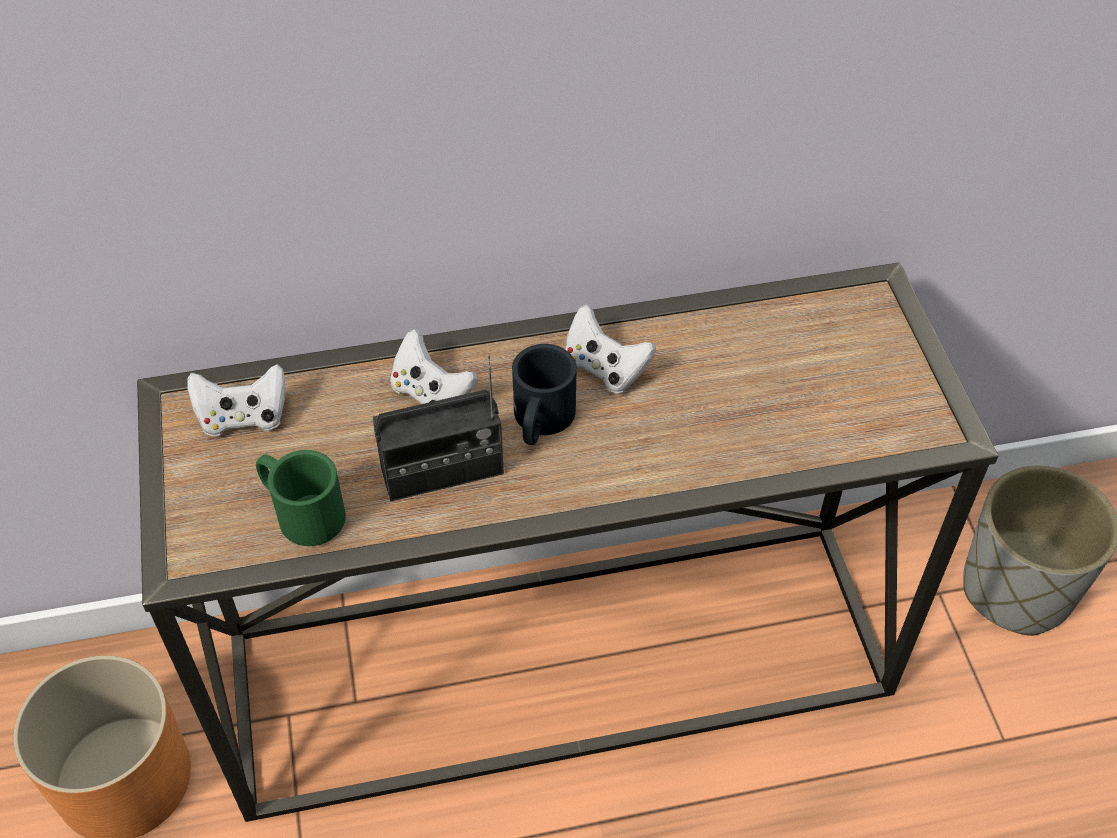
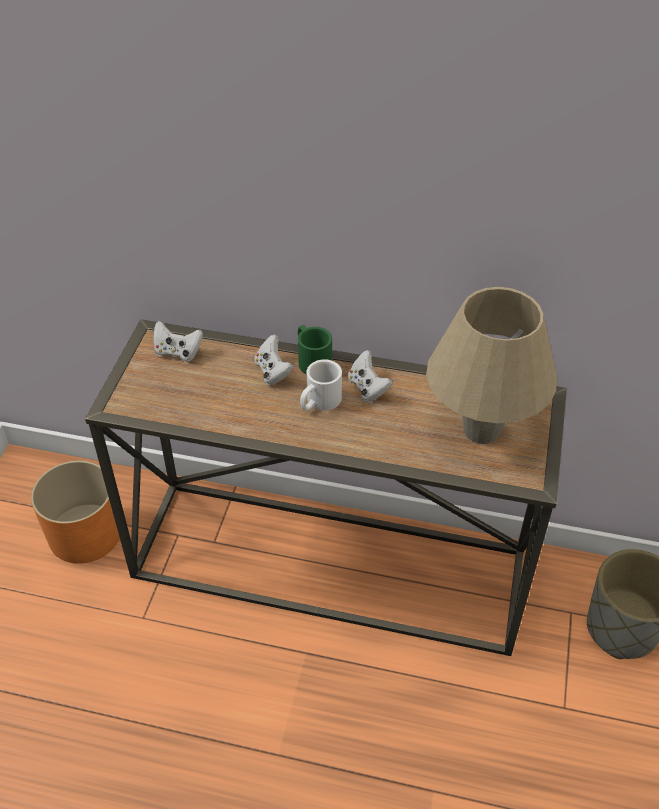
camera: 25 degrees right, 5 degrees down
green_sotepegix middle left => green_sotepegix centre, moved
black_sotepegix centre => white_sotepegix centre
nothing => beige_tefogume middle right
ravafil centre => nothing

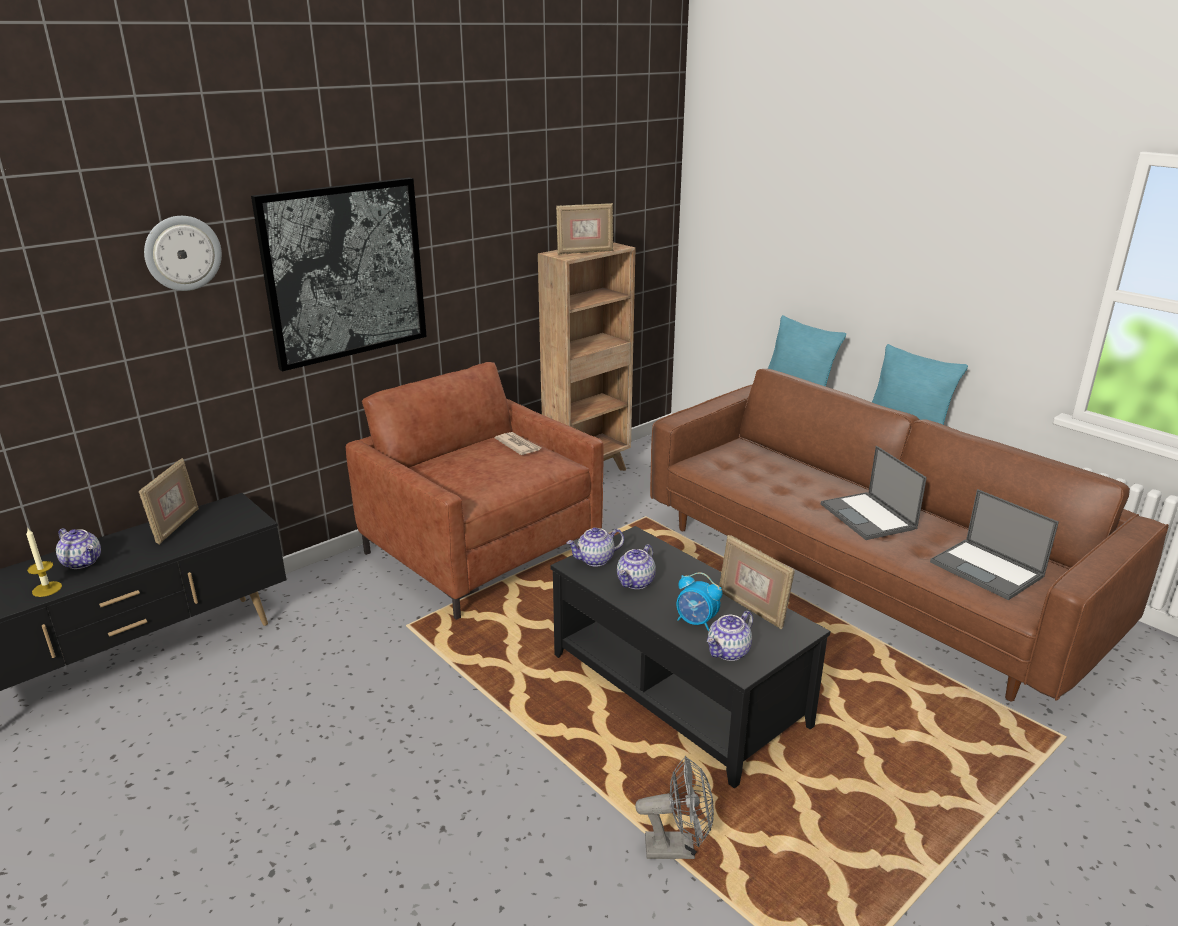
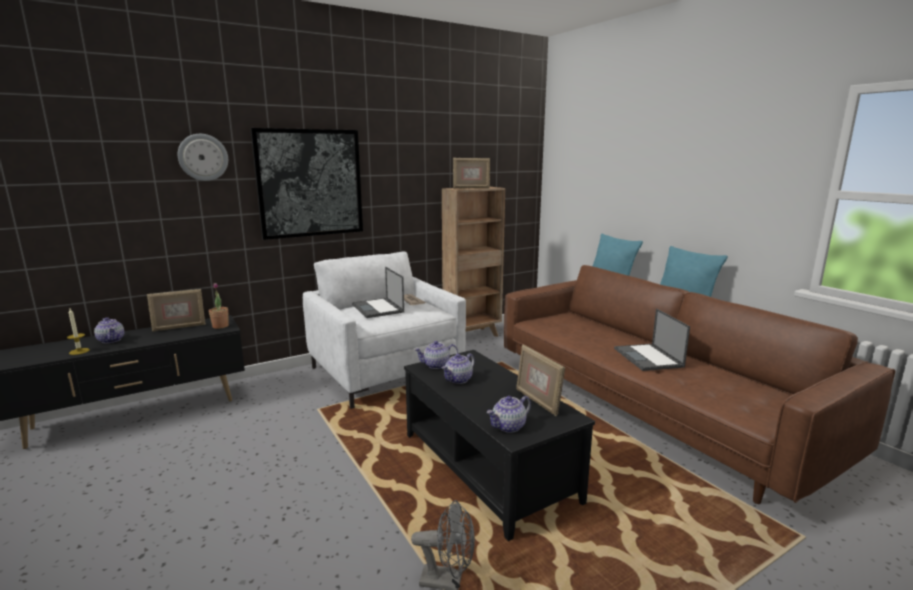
camera: 10 degrees right, 10 degrees down
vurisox (1st from left) middle left, 45 degrees clockwise
nothing => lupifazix middle left
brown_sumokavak centre => white_sumokavak centre
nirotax (2nd from left in the first image) middle right => nirotax (1st from left) centre, moved
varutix centre => nothing

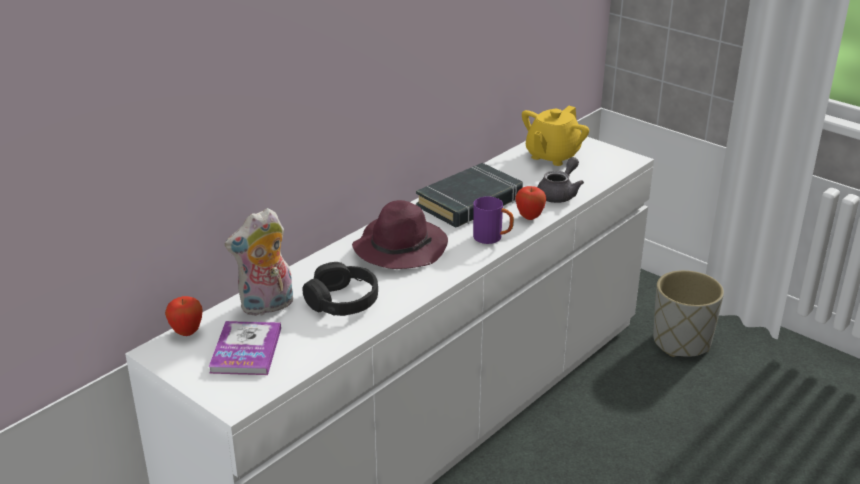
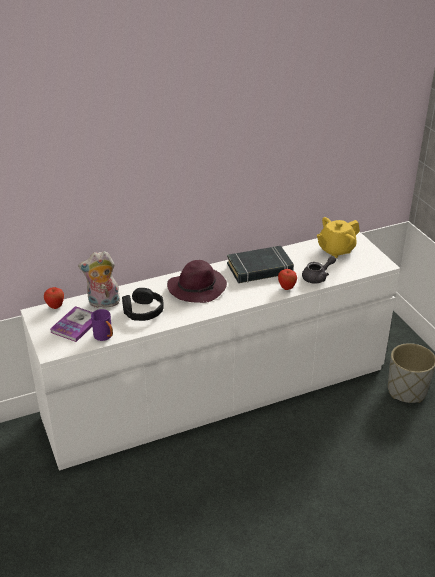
camera: 25 degrees right, 5 degrees up
purple_sotepegix centre => purple_sotepegix middle left, moved

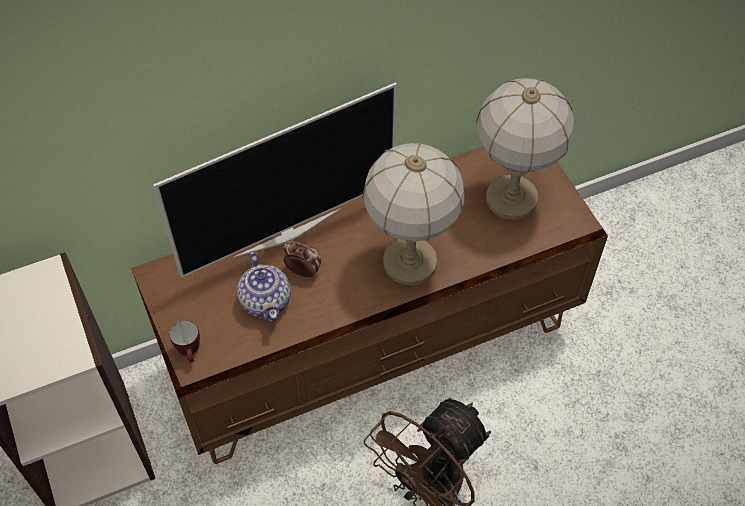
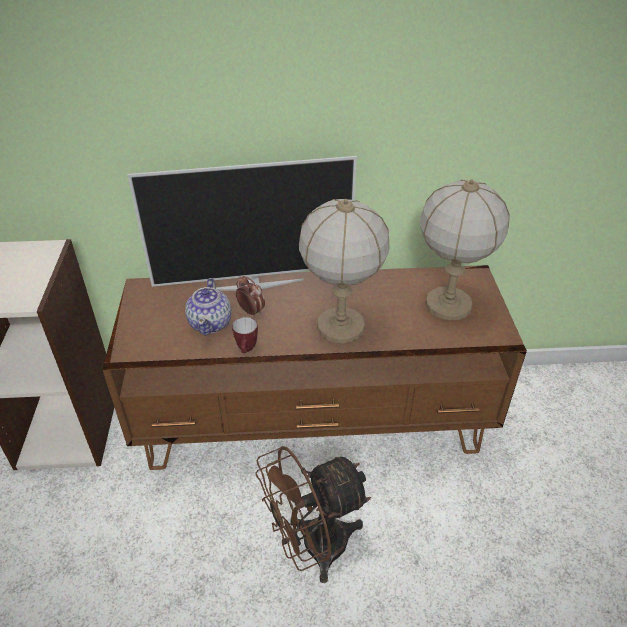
camera: 20 degrees right, 15 degrees down
sotepegix bottom left => sotepegix centre, moved

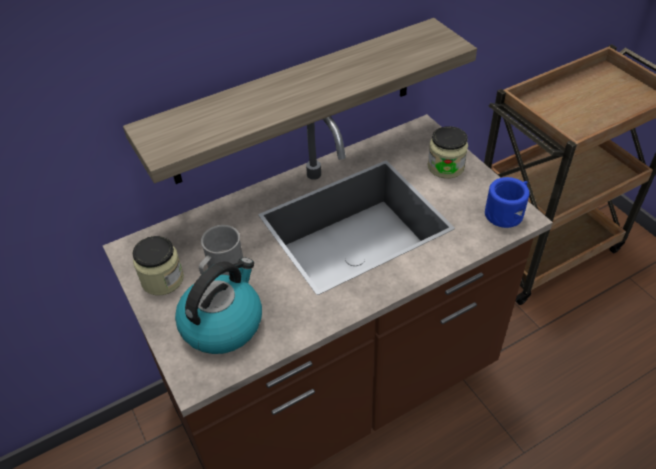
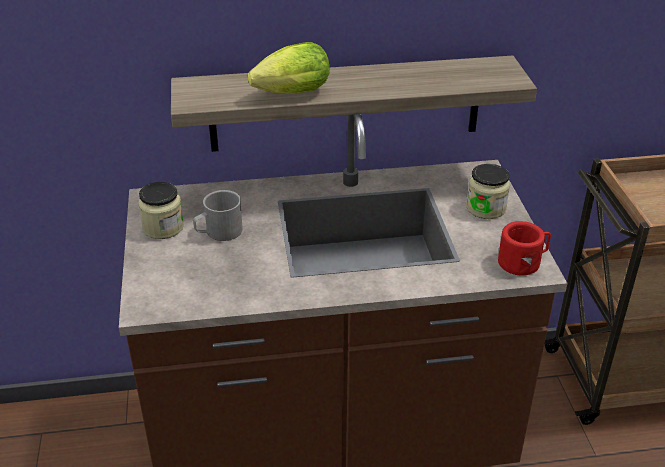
camera: 20 degrees right, 10 degrees down
nothing => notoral top centre
blue_sotepegix middle right => red_sotepegix middle right
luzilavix middle left => nothing

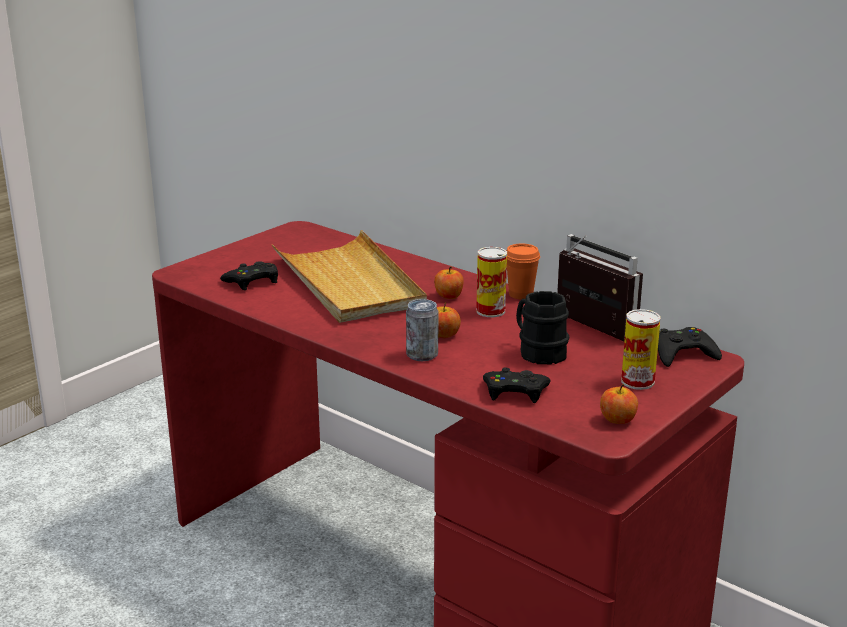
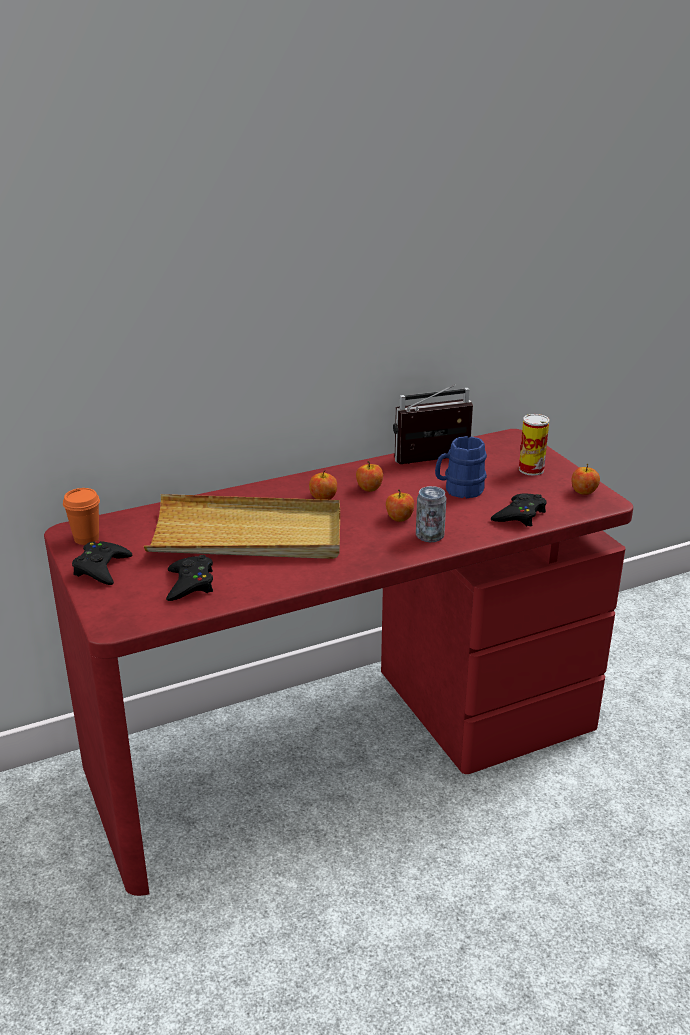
camera: 65 degrees left, 5 degrees up
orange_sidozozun centre => orange_sidozozun middle left, moved
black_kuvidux (3rd from left in the first image) middle right => black_kuvidux (1st from left) middle left, moved
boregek (2nd from left) centre => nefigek (2nd from left) centre
black_sotepegix centre => blue_sotepegix middle right

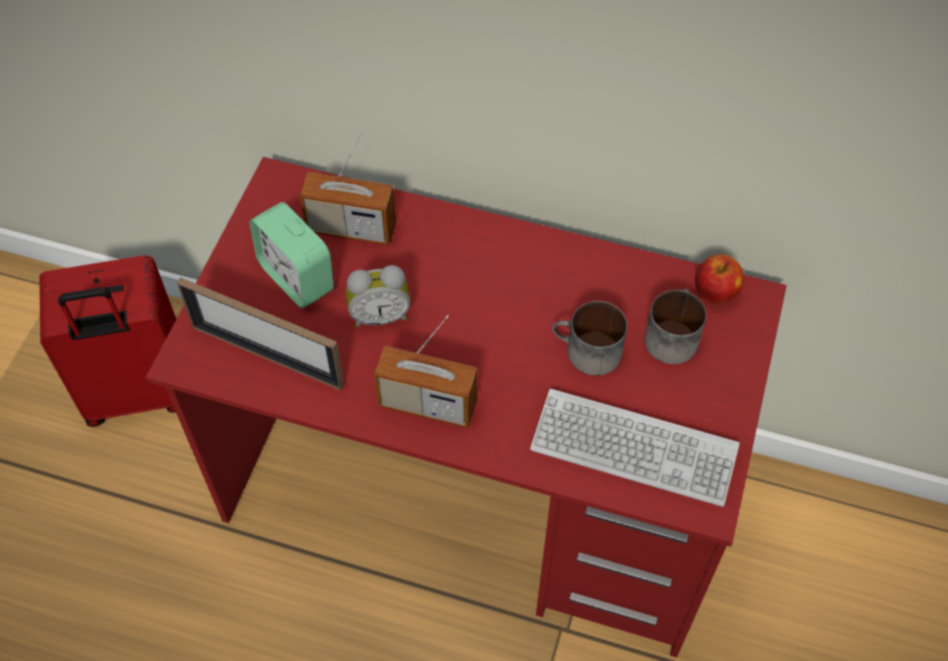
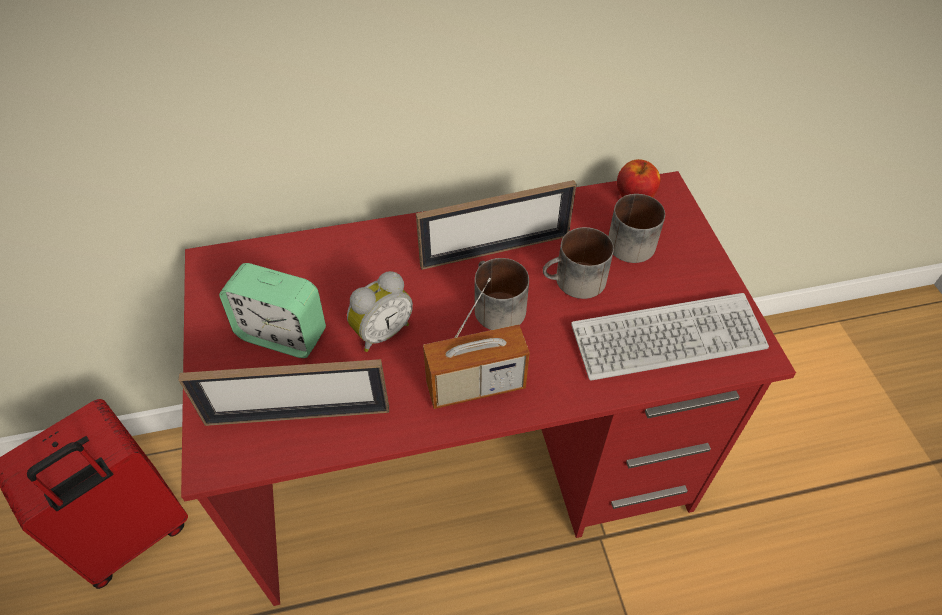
camera: 30 degrees left, 5 degrees down
nothing => vurisox (2nd from left) centre
nothing => sotepegix (1st from left) centre
ravafil (1st from left) top centre => nothing

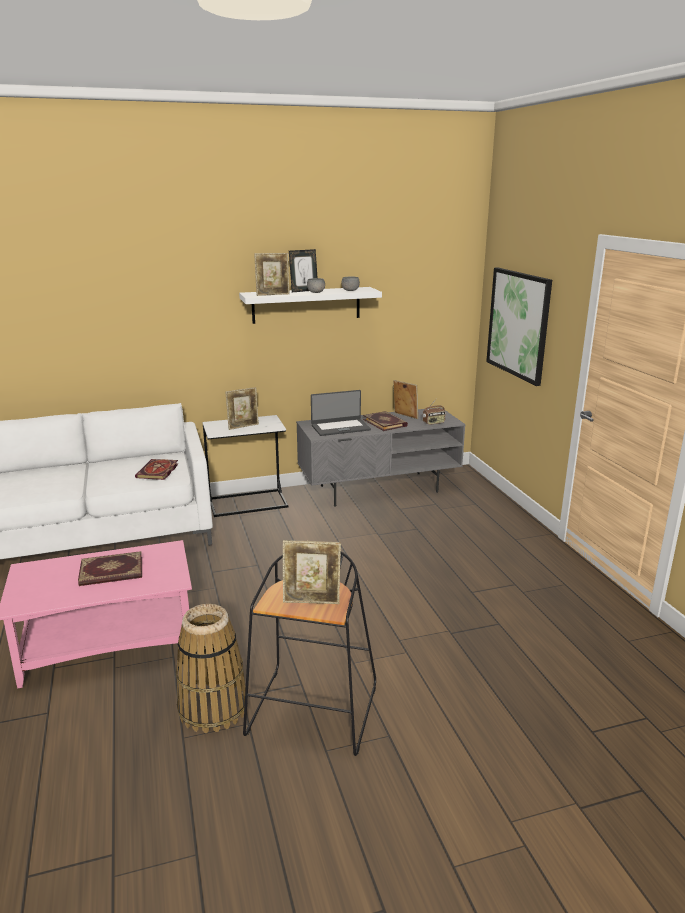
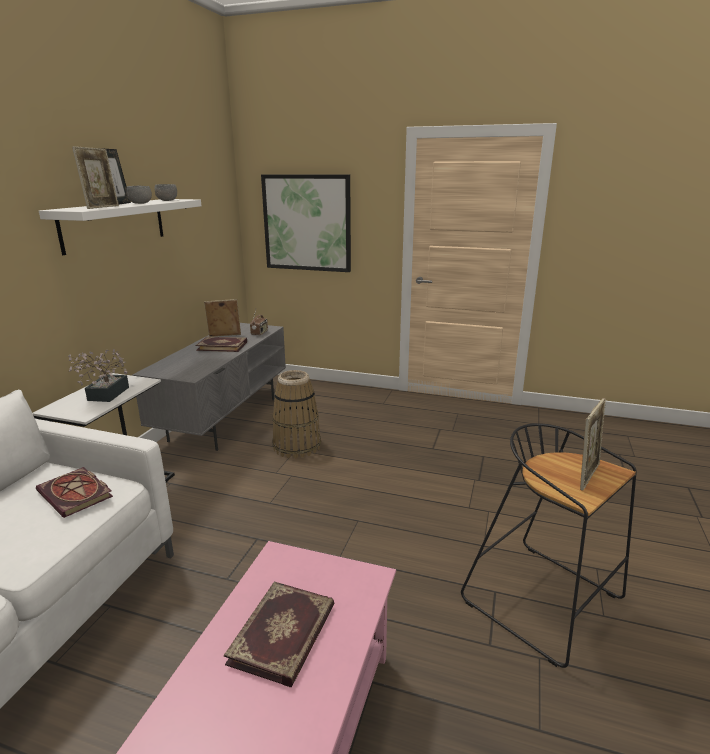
camera: 55 degrees left, 0 degrees up
vurisox (1st from left) centre => lupifazix middle left
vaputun bottom left => vaputun centre, moved
nirotax centre => nothing

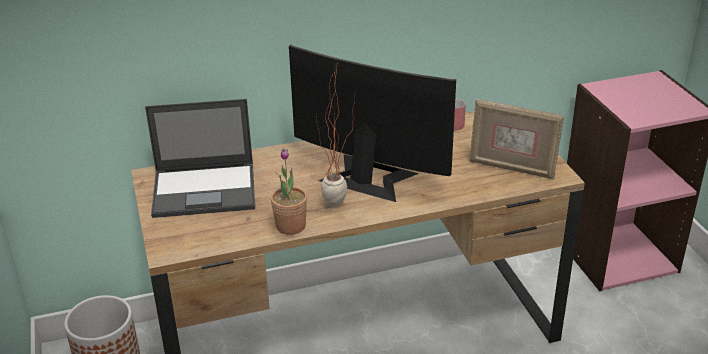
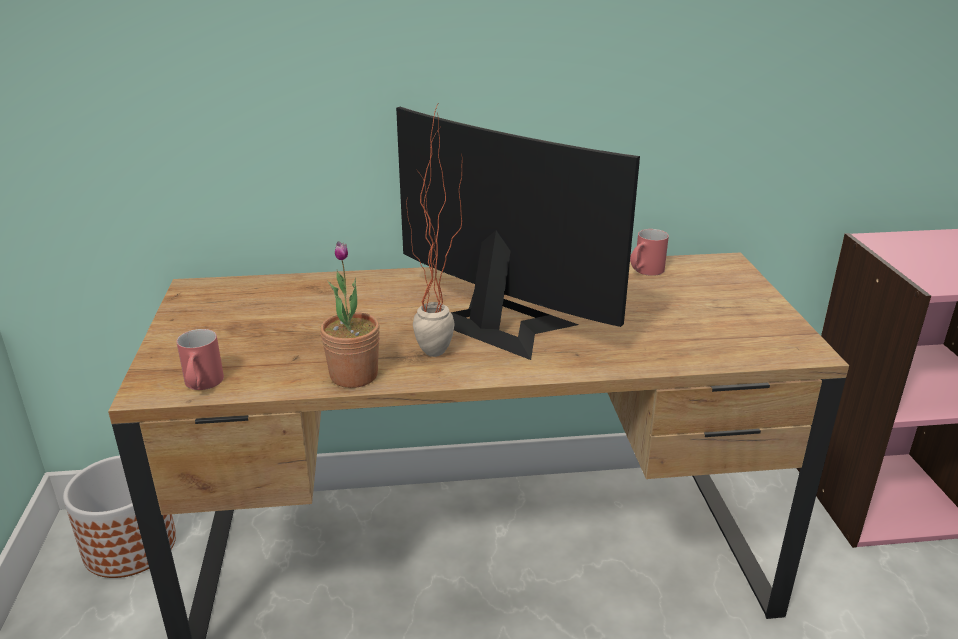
camera: 10 degrees right, 5 degrees down
nothing => red_sotepegix (1st from left) middle left
nirotax middle left => nothing
vurisox middle right => nothing

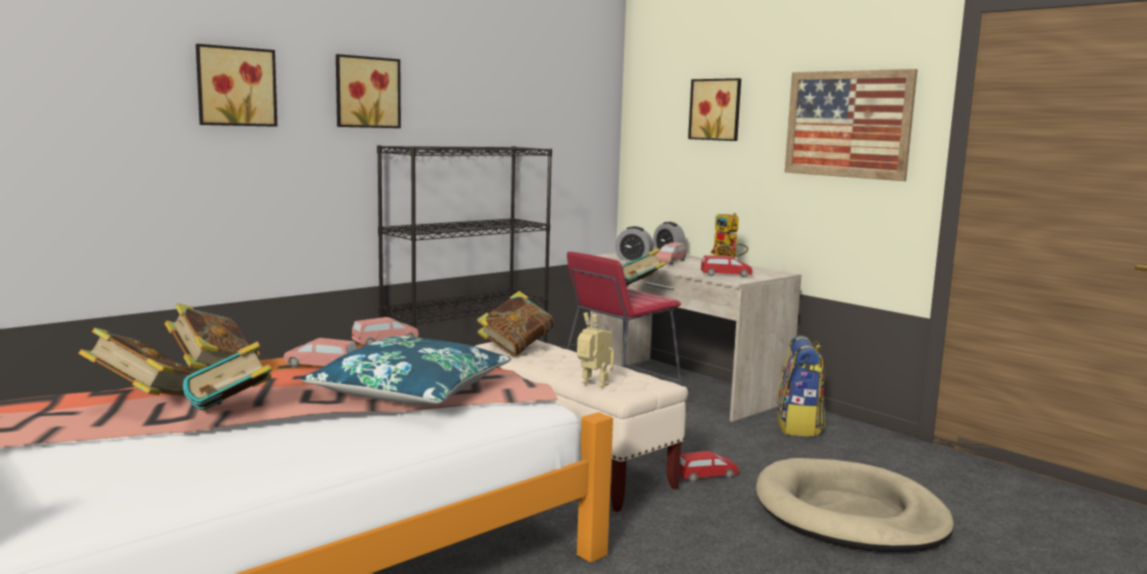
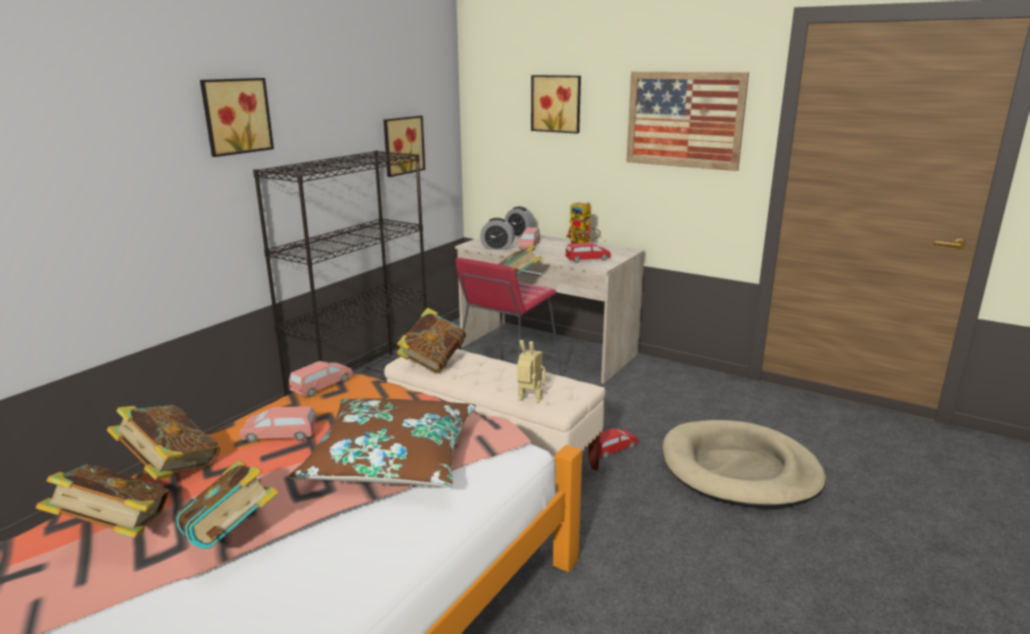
camera: 15 degrees left, 10 degrees up
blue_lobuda centre => brown_lobuda bottom centre
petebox (1st from left in the first image) top left => petebox (2nd from left) top centre, moved
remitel bottom right => nothing

